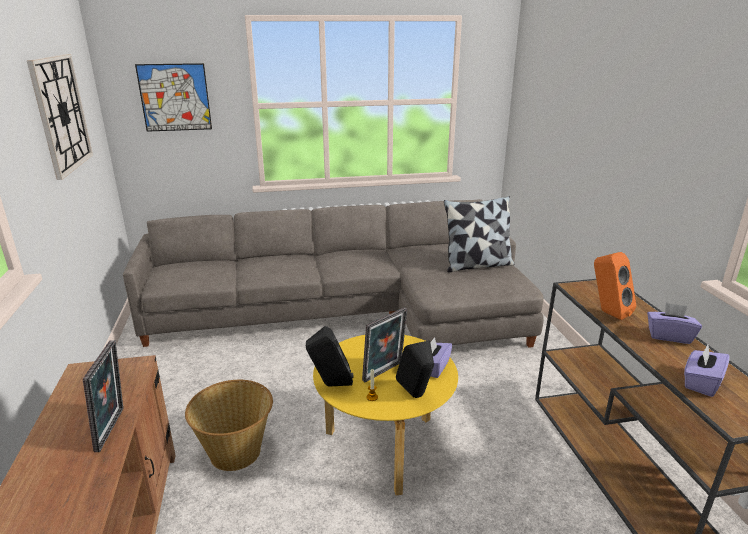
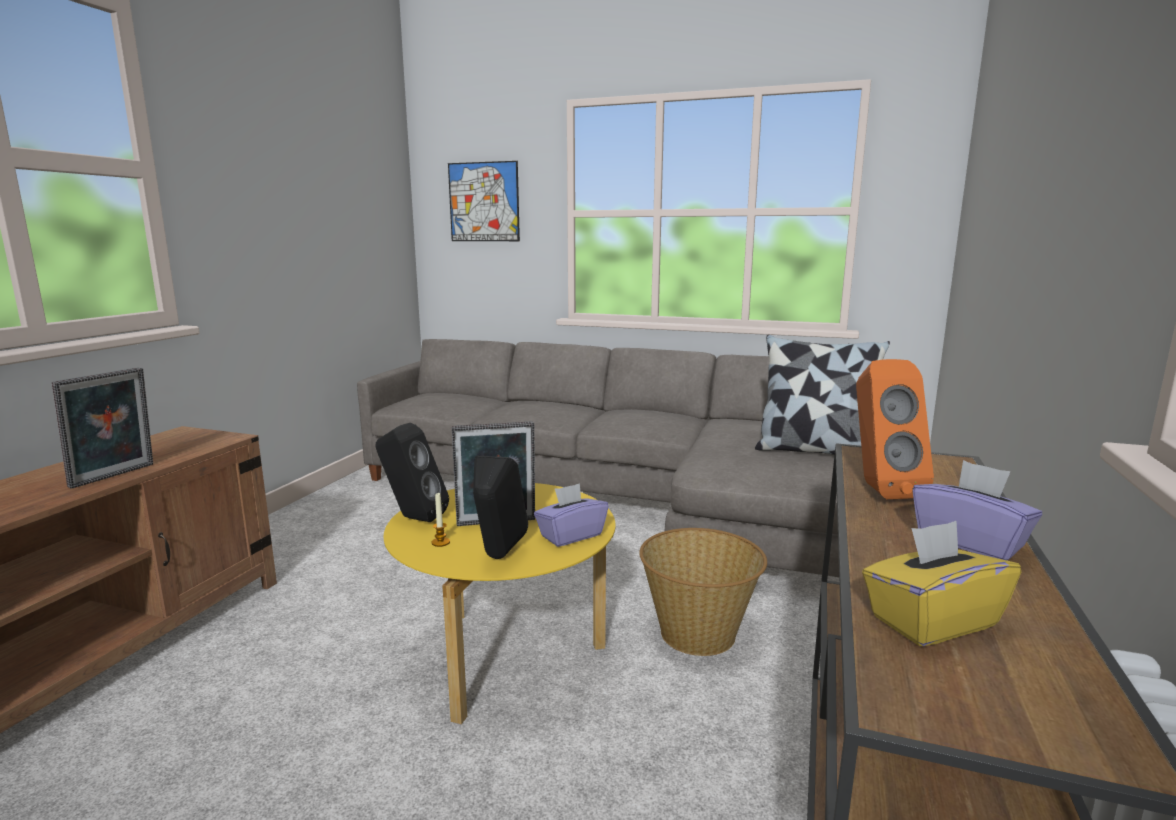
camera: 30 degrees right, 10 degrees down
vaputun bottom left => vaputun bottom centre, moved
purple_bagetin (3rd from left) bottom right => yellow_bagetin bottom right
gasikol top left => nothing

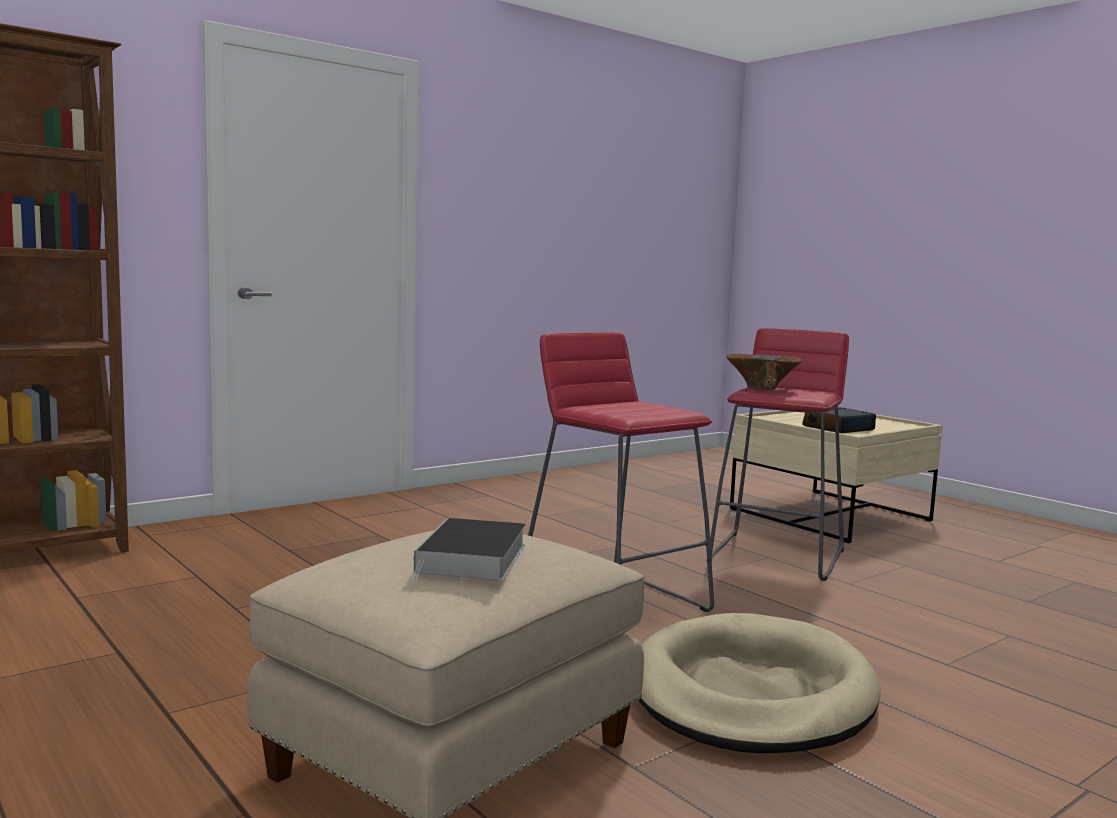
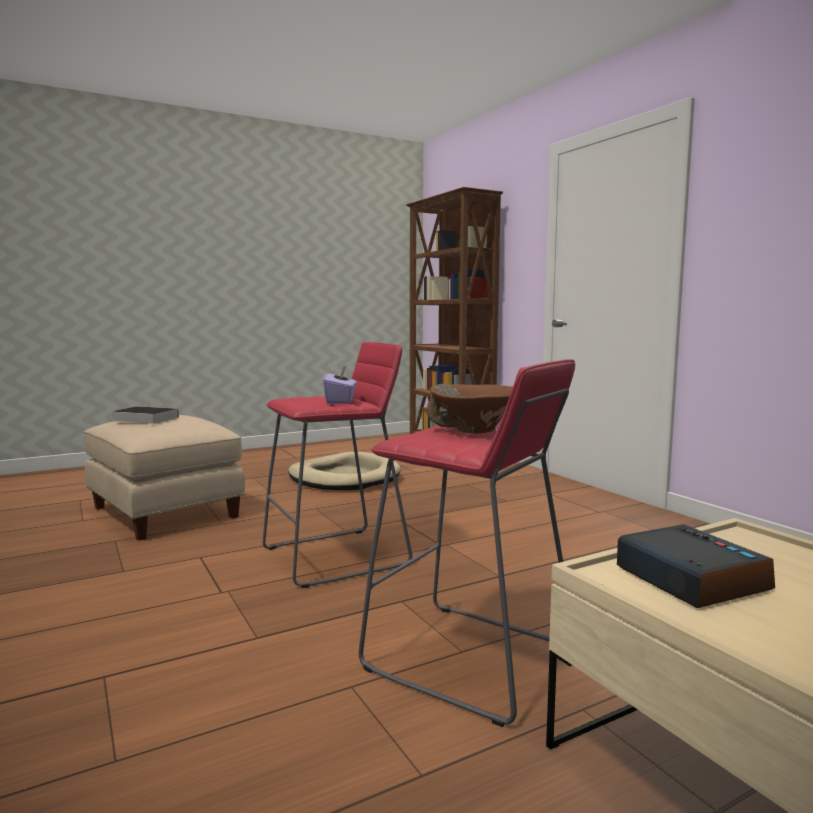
camera: 100 degrees right, 0 degrees up
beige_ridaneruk bottom right => beige_ridaneruk centre, moved
nothing => purple_bagetin centre

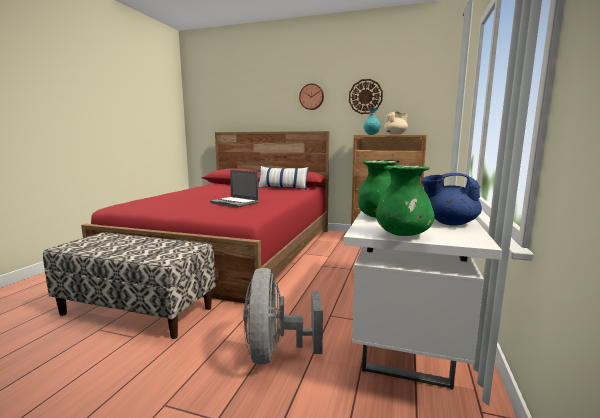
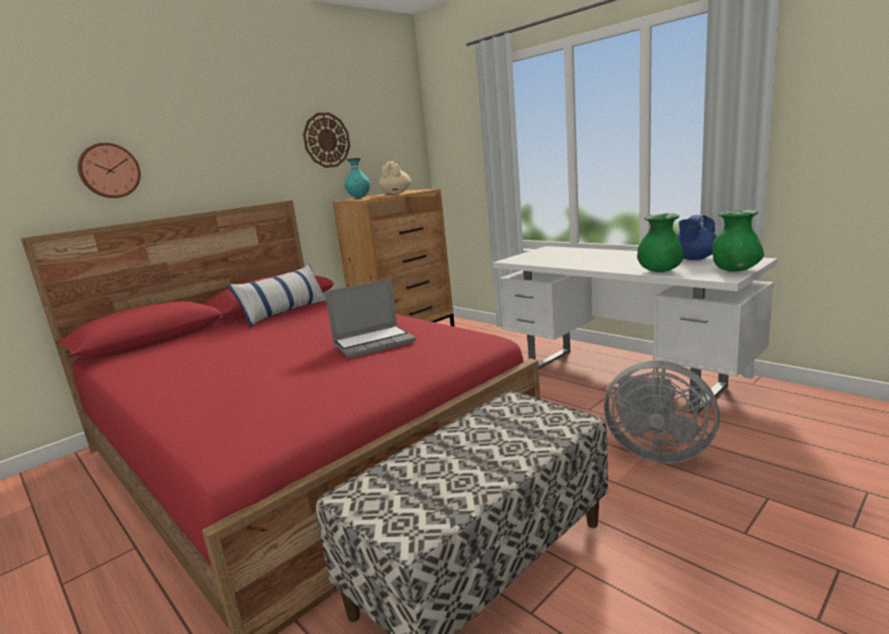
camera: 60 degrees left, 5 degrees up
gasikol (1st from left) top centre => gasikol (1st from left) top left, moved

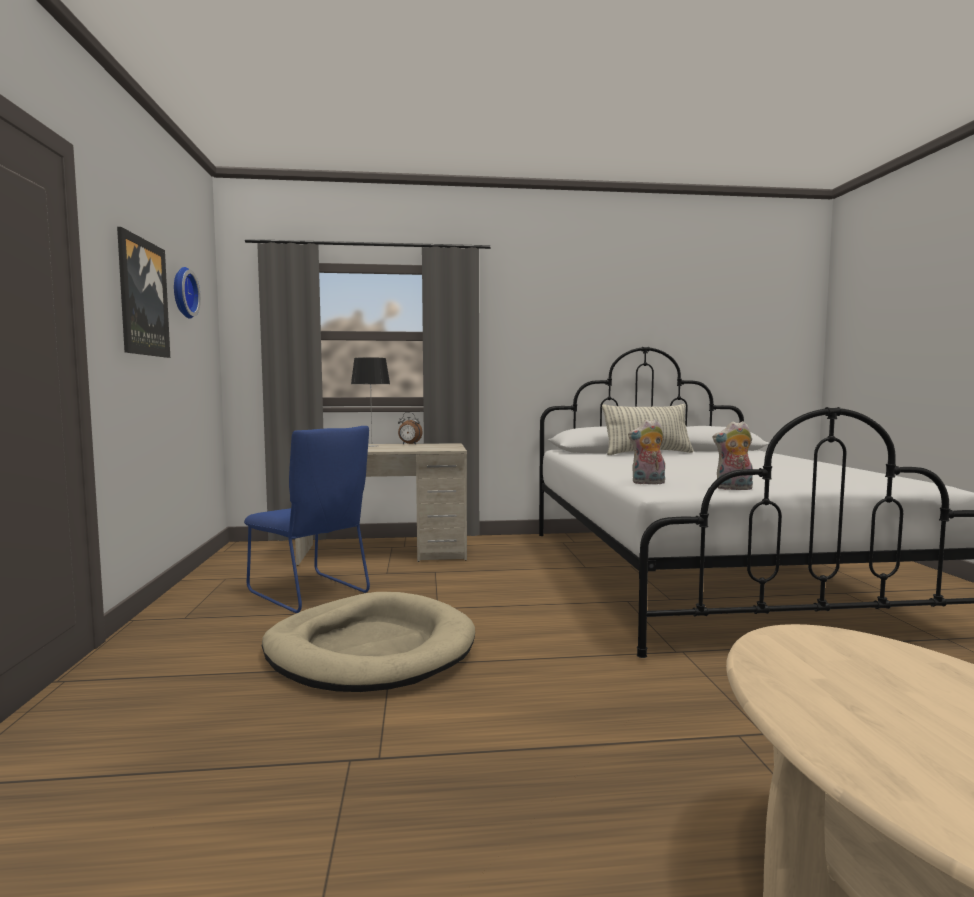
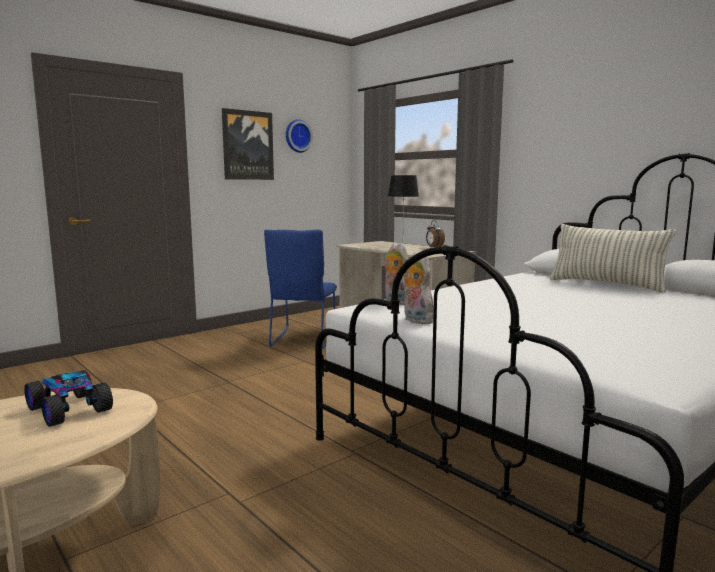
camera: 55 degrees right, 5 degrees up
nothing => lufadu bottom left
beige_ridaneruk bottom centre => nothing

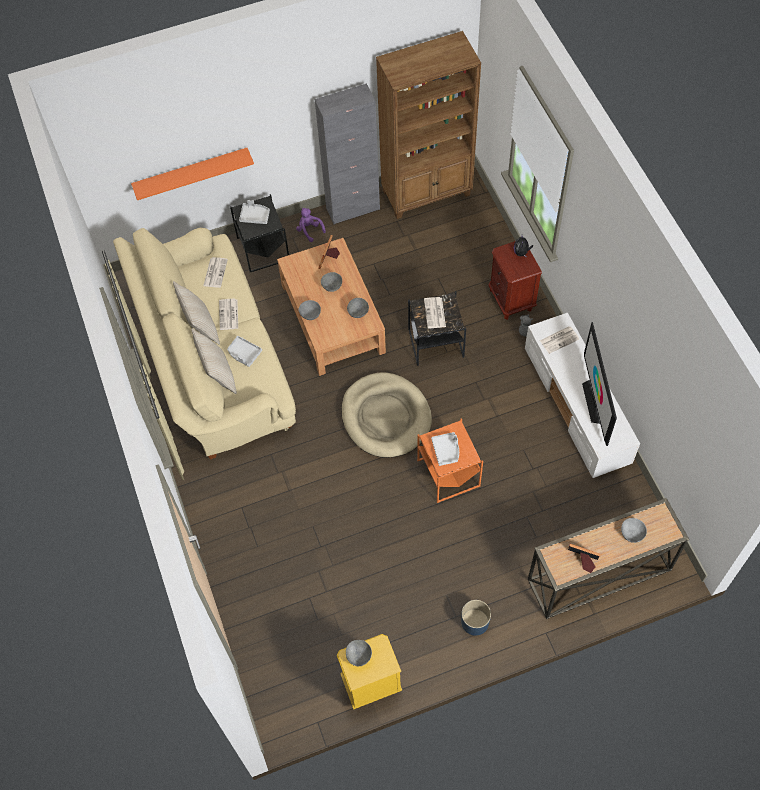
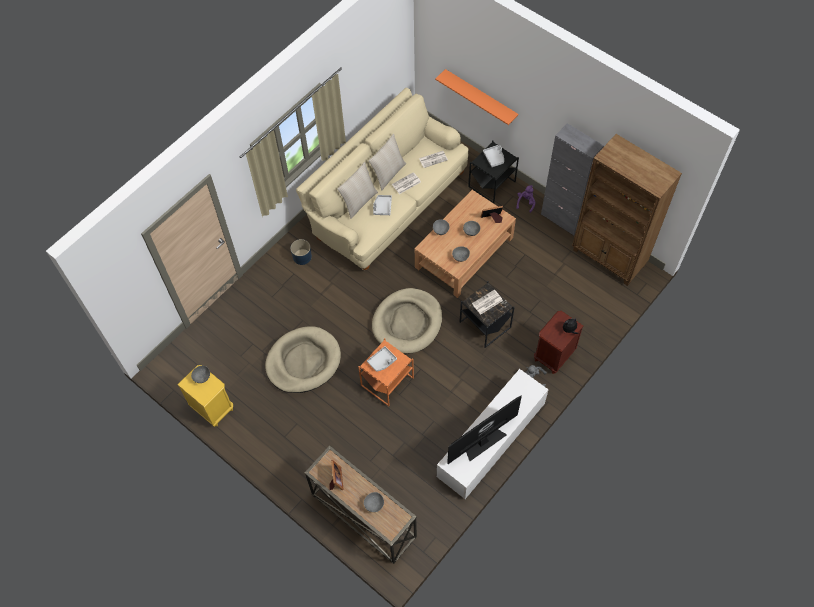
camera: 60 degrees right, 0 degrees up
nothing => beige_ridaneruk (1st from left) centre
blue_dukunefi bottom centre => blue_dukunefi centre, moved
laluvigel (4th from left) middle right => nothing

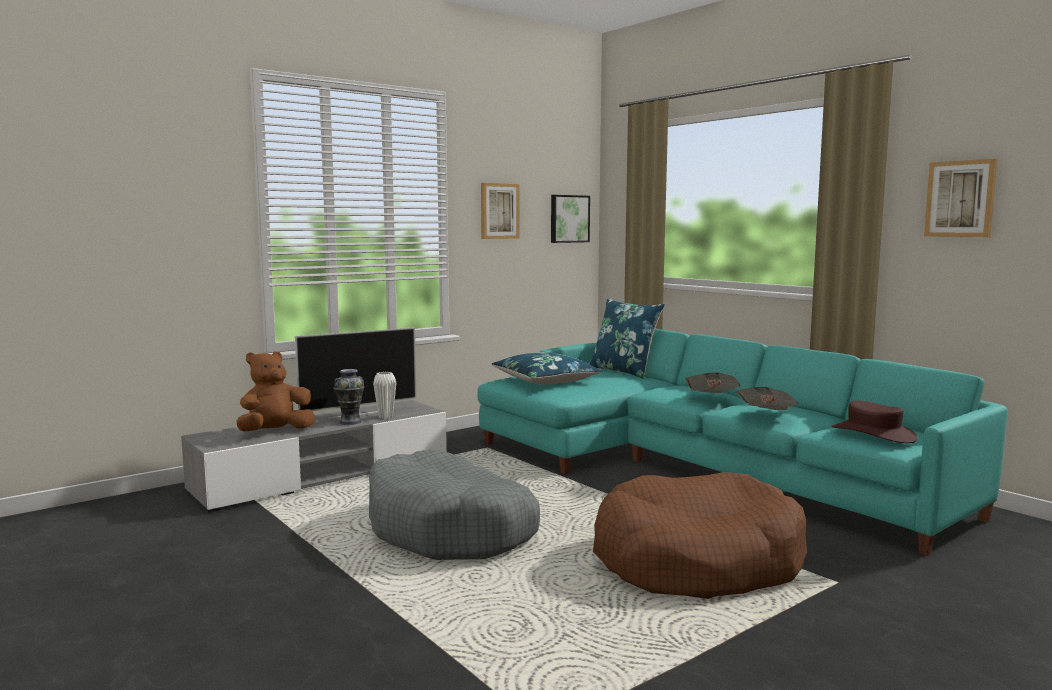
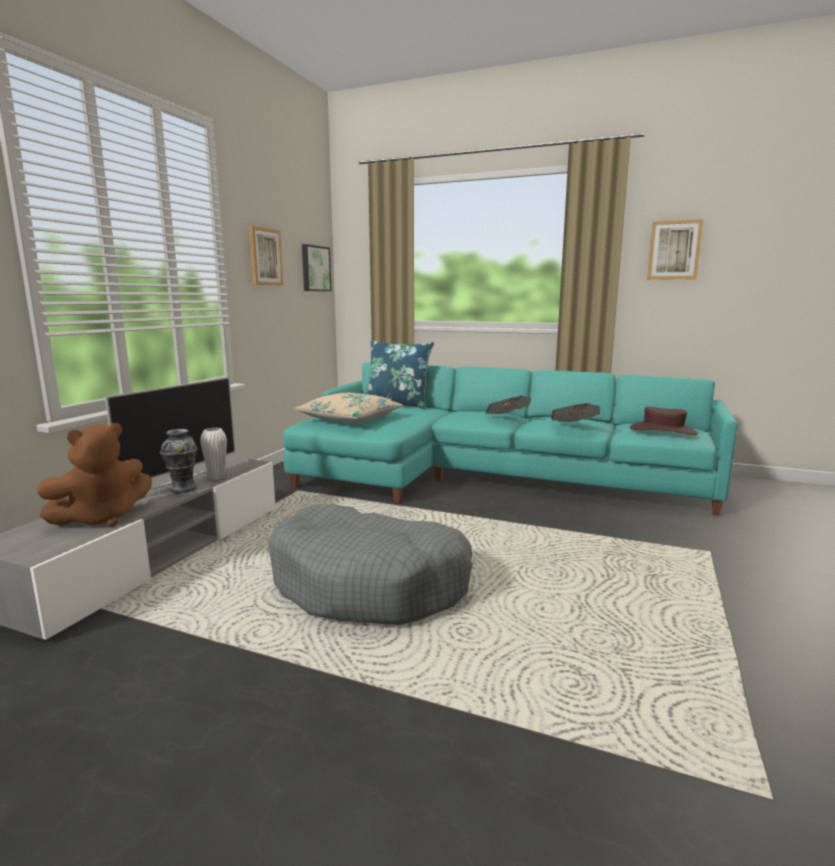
camera: 30 degrees left, 5 degrees up
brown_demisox middle left, 150 degrees counterclockwise
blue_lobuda (1st from left) centre => beige_lobuda centre
brown_ridaneruk bottom centre => nothing

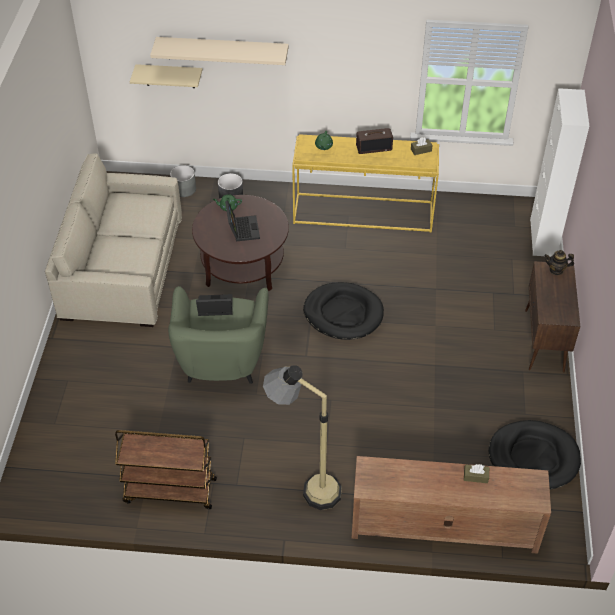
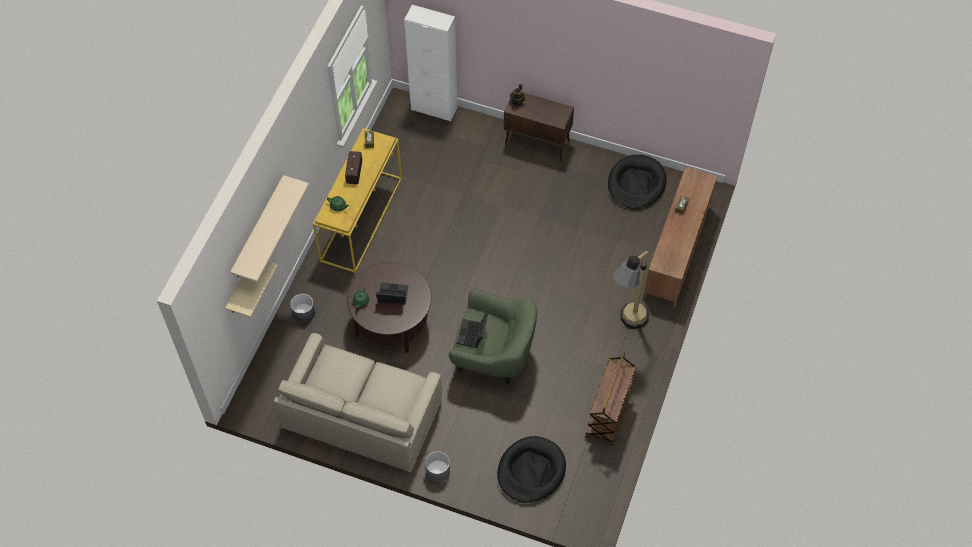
camera: 75 degrees left, 10 degrees up
grey_dukunefi (1st from left in the first image) top left => grey_dukunefi (2nd from left) bottom centre, moved
black_ridaneruk (1st from left) centre => black_ridaneruk (1st from left) bottom centre, moved

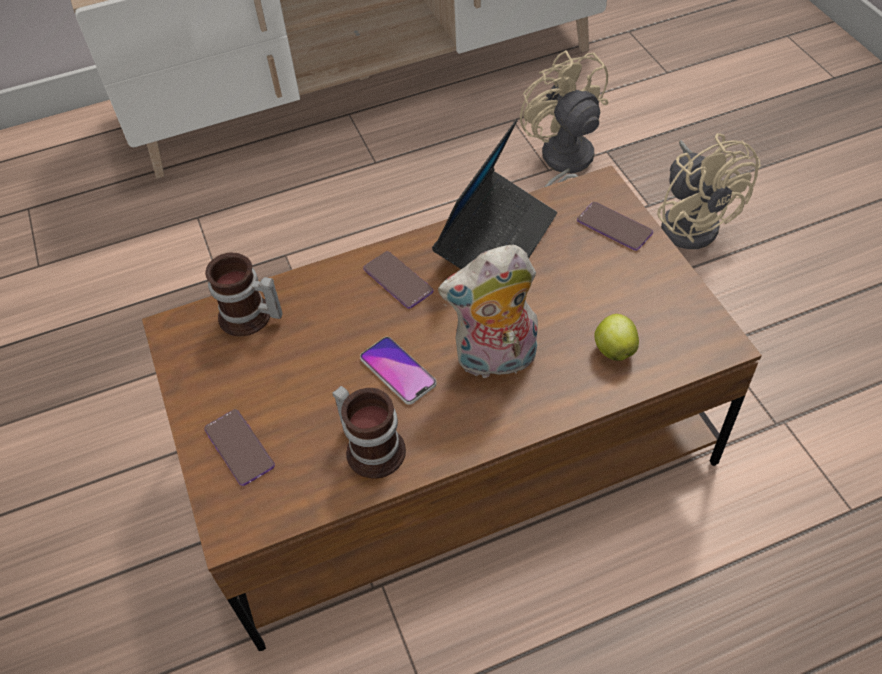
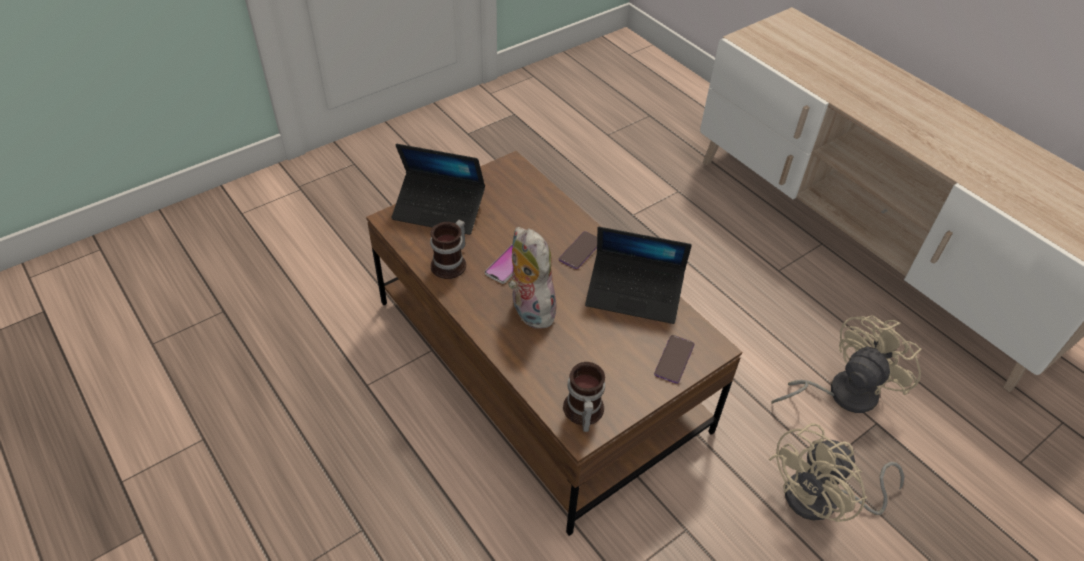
camera: 70 degrees right, 5 degrees down
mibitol (1st from left) middle left => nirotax (1st from left) centre
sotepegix (1st from left in the first image) middle left => sotepegix (2nd from left) bottom centre, moved
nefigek middle right => nothing

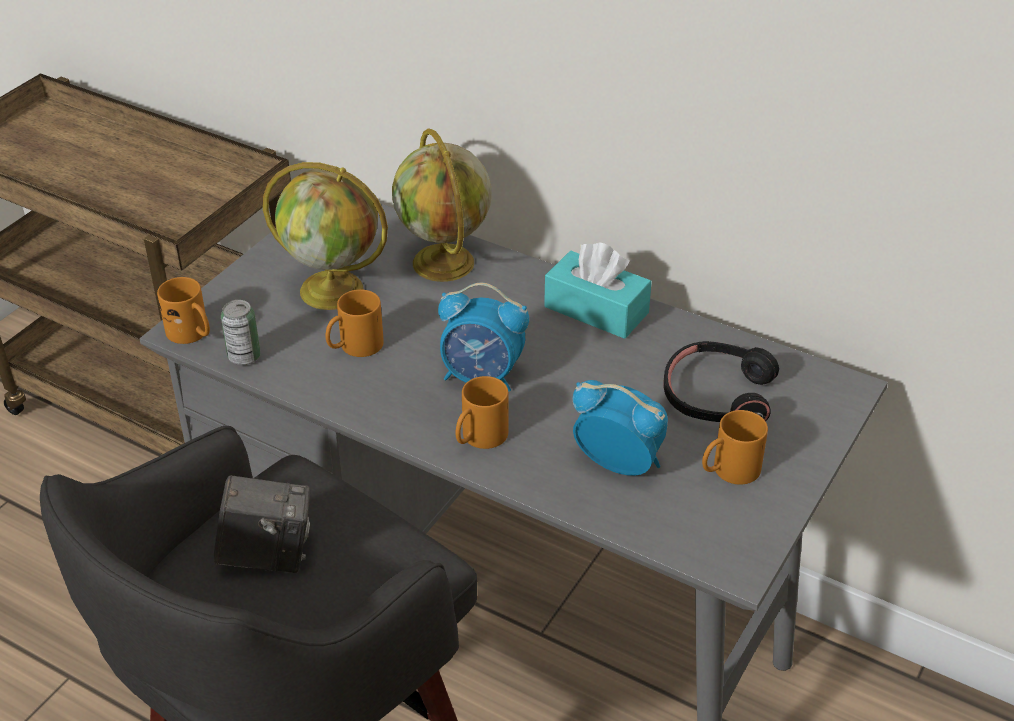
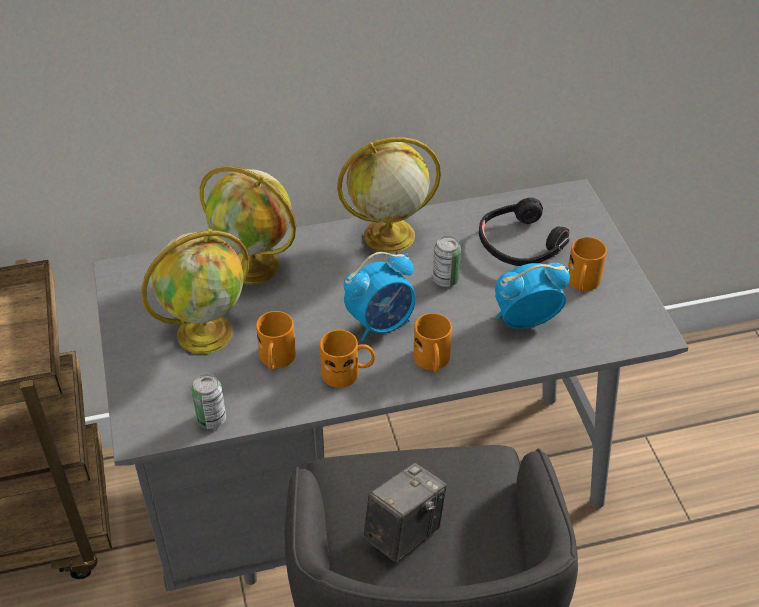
camera: 45 degrees left, 5 degrees up
orange_sotepegix (1st from left in the first image) middle left => orange_sotepegix (2nd from left) centre, moved
turquoise_bagetin centre => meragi (3rd from left) top centre
nothing => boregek (2nd from left) centre

